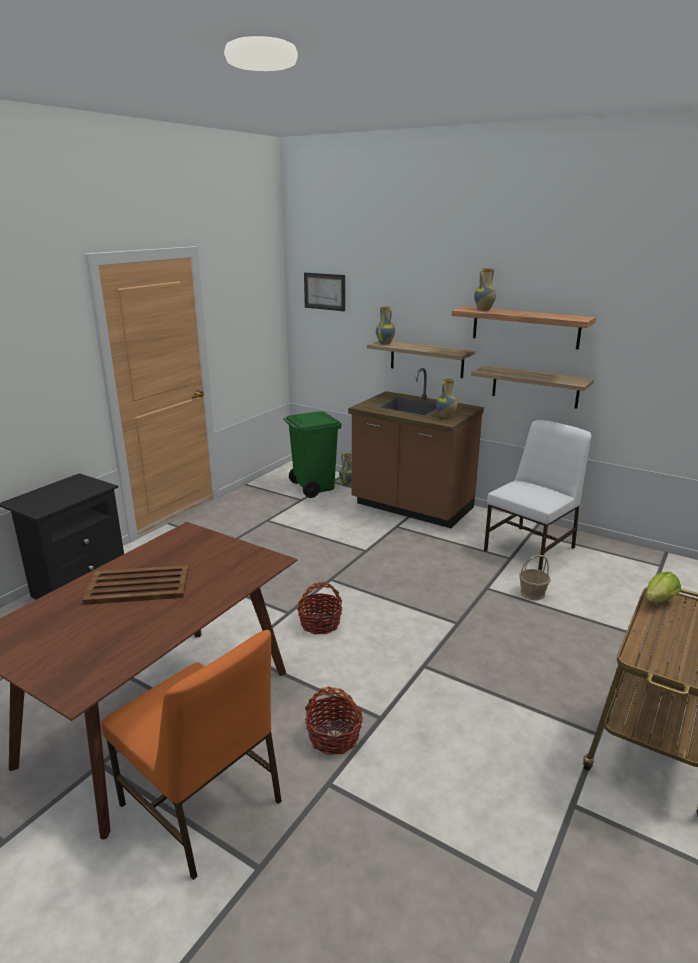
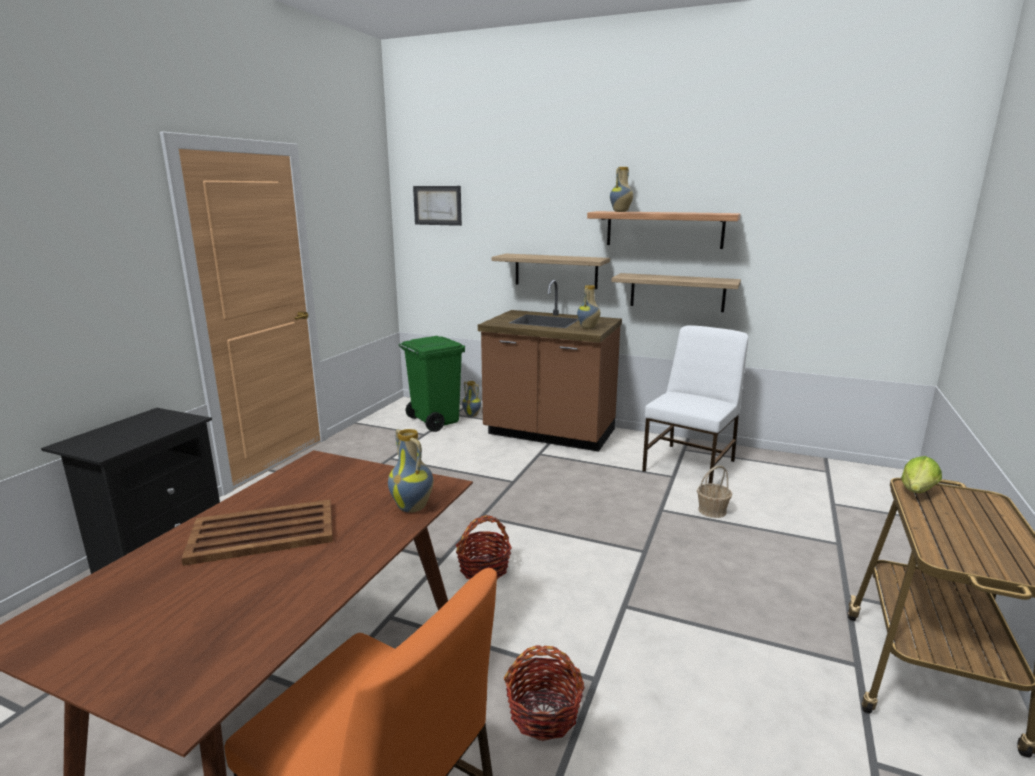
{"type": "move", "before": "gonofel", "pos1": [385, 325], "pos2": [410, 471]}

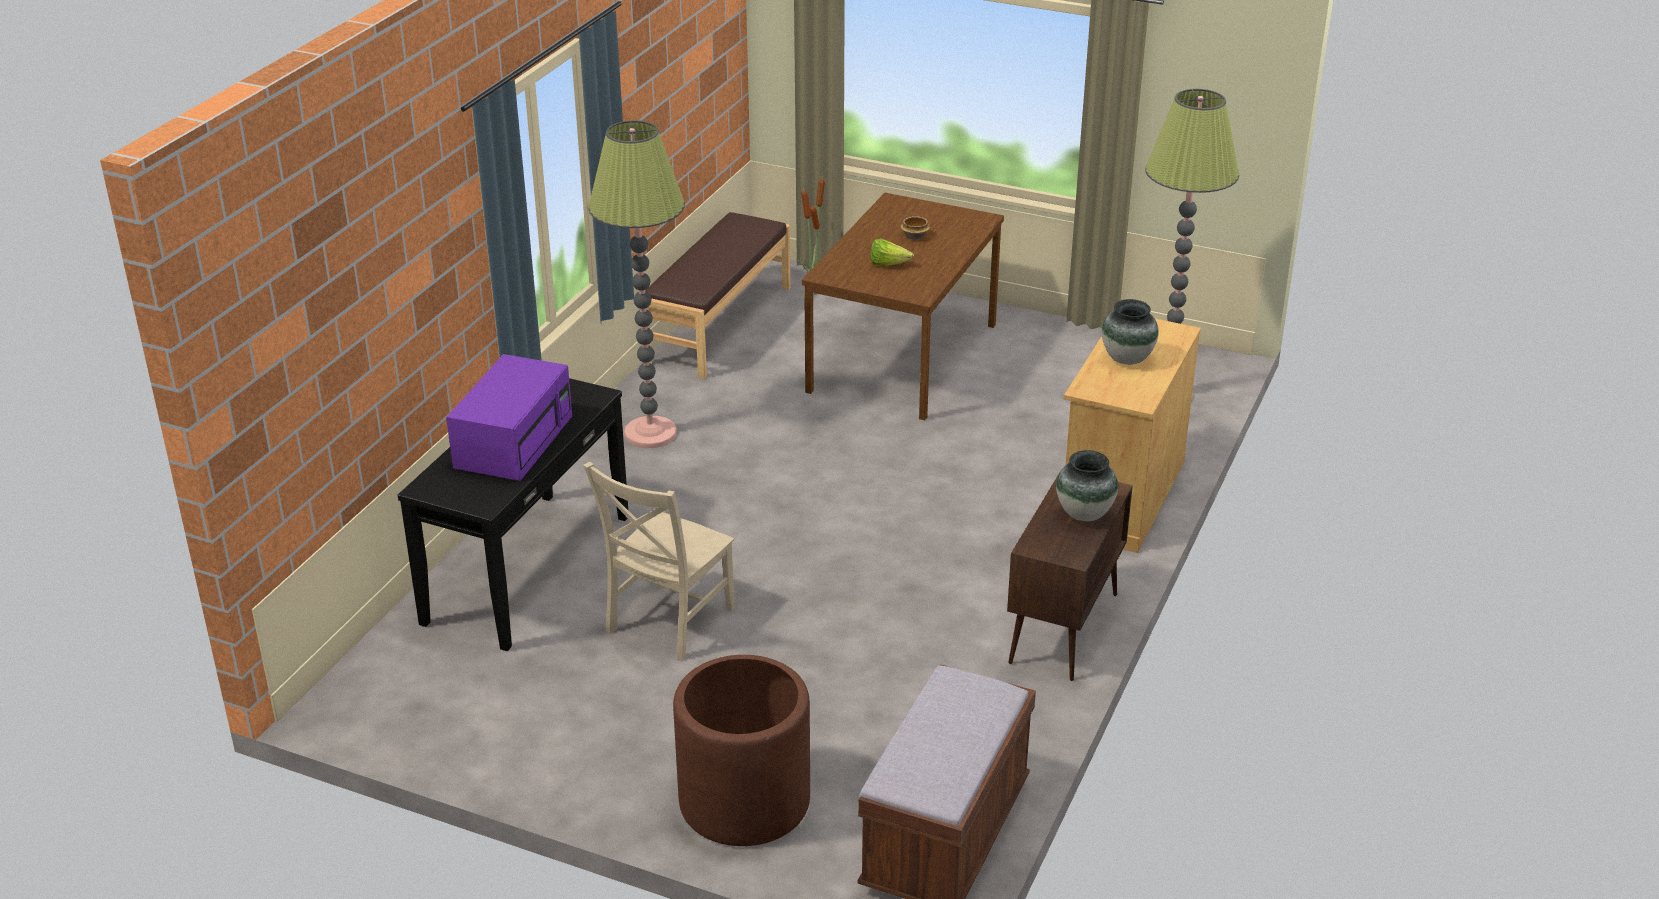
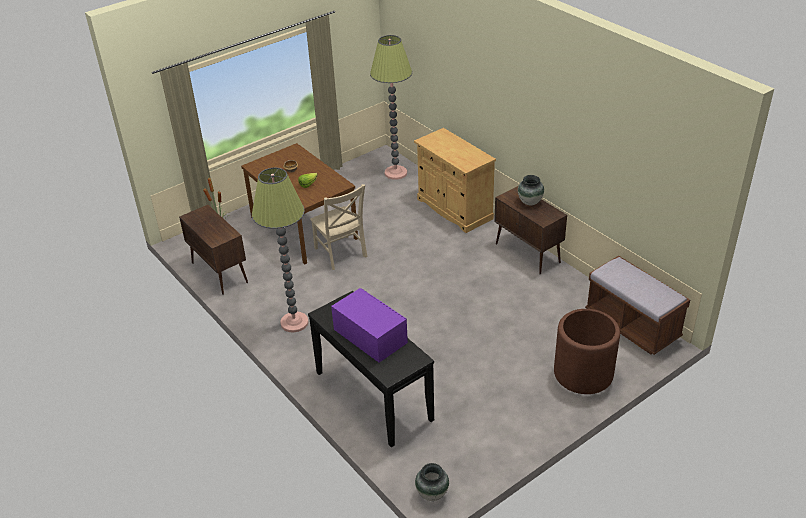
{"type": "move", "before": "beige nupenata", "pos1": [659, 561], "pos2": [338, 227]}
{"type": "move", "before": "gonofel", "pos1": [1130, 332], "pos2": [432, 482]}
{"type": "replace", "before": "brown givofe", "after": "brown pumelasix", "pos1": [717, 295], "pos2": [213, 250]}

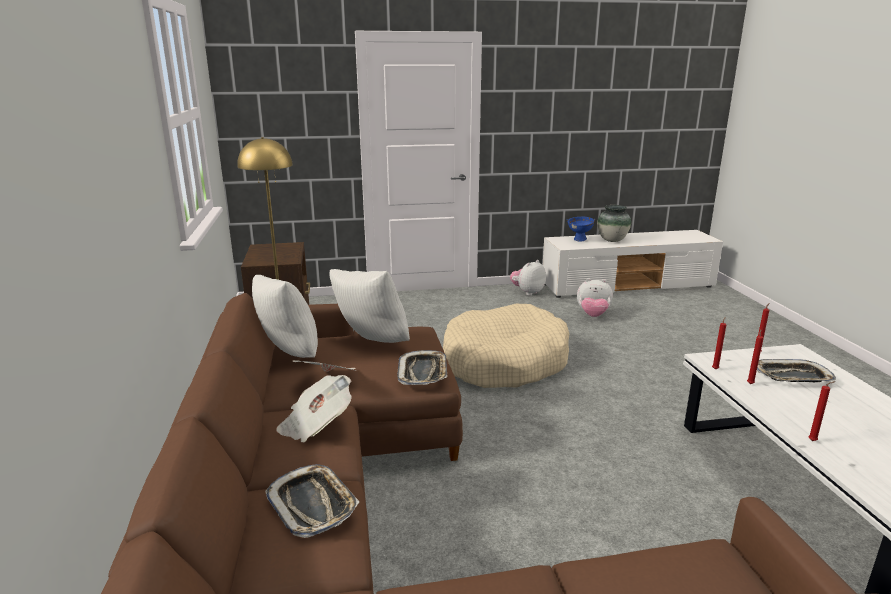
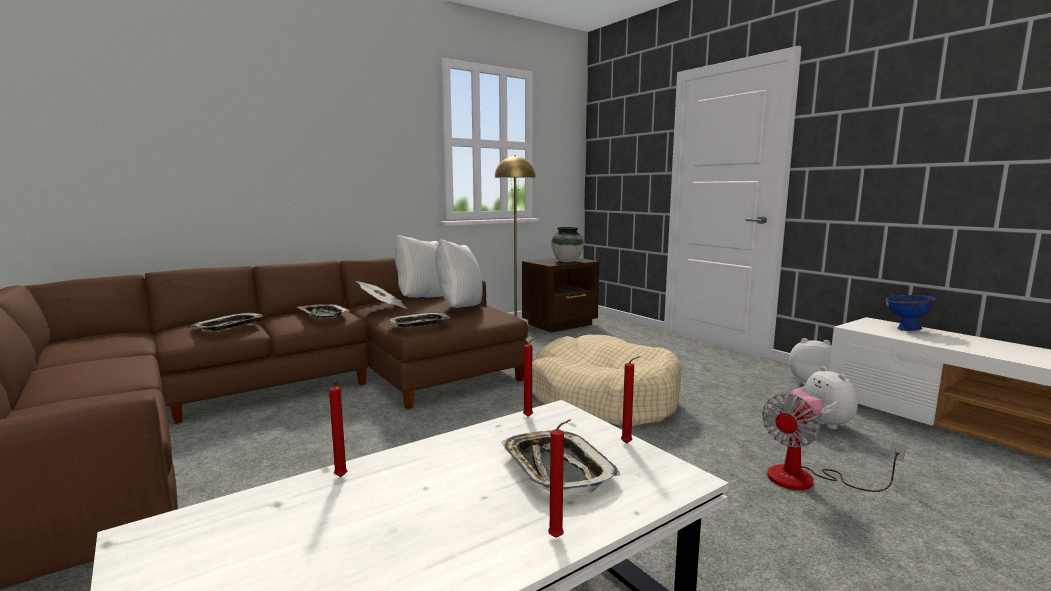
{"type": "insert", "after": "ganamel", "pos2": [834, 443]}
{"type": "move", "before": "gonofel", "pos1": [614, 223], "pos2": [567, 245]}
{"type": "move", "before": "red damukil", "pos1": [755, 357], "pos2": [559, 478]}
{"type": "replace", "before": "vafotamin", "after": "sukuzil", "pos1": [314, 408], "pos2": [323, 311]}

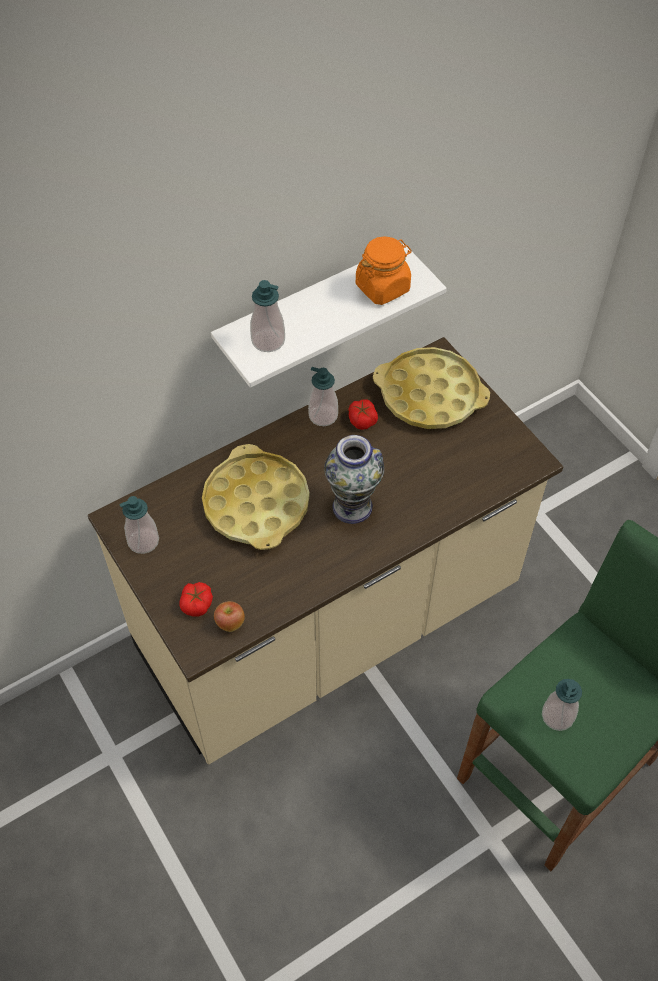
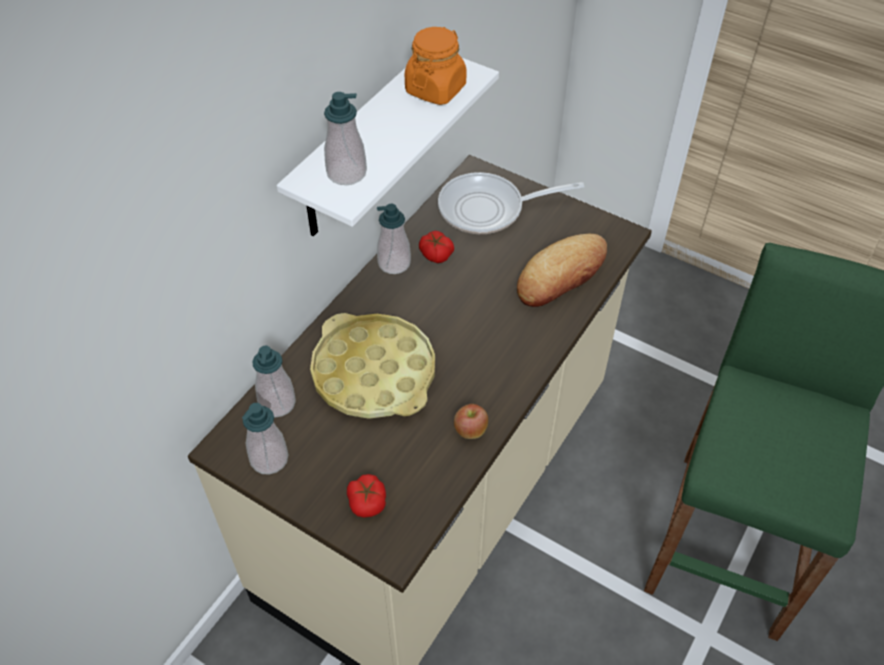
{"type": "delete", "before": "gonofel", "pos1": [354, 479]}
{"type": "insert", "after": "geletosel", "pos2": [562, 270]}
{"type": "move", "before": "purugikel", "pos1": [229, 616], "pos2": [471, 421]}
{"type": "move", "before": "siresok", "pos1": [562, 705], "pos2": [274, 381]}
{"type": "replace", "before": "yellow sukuzil", "after": "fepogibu", "pos1": [431, 388], "pos2": [511, 203]}

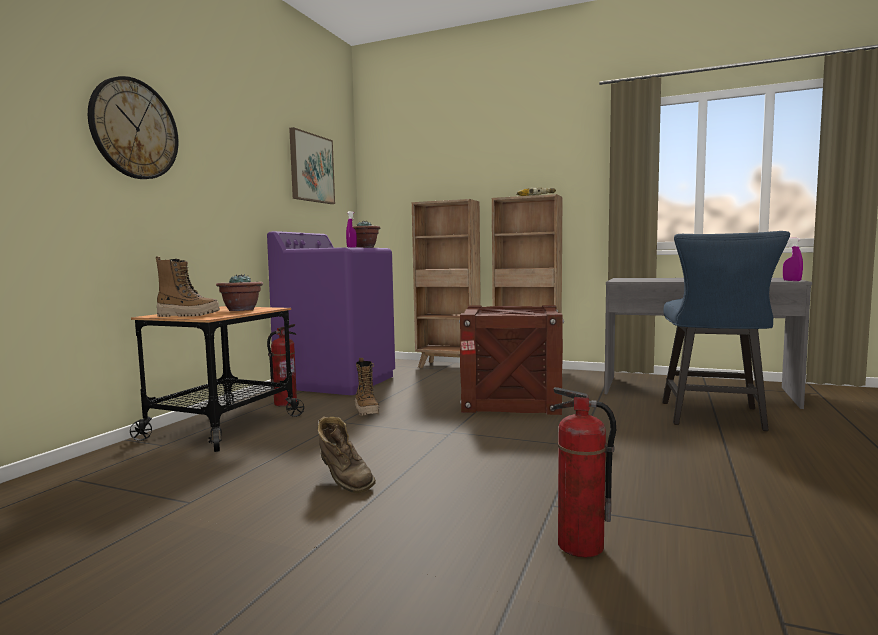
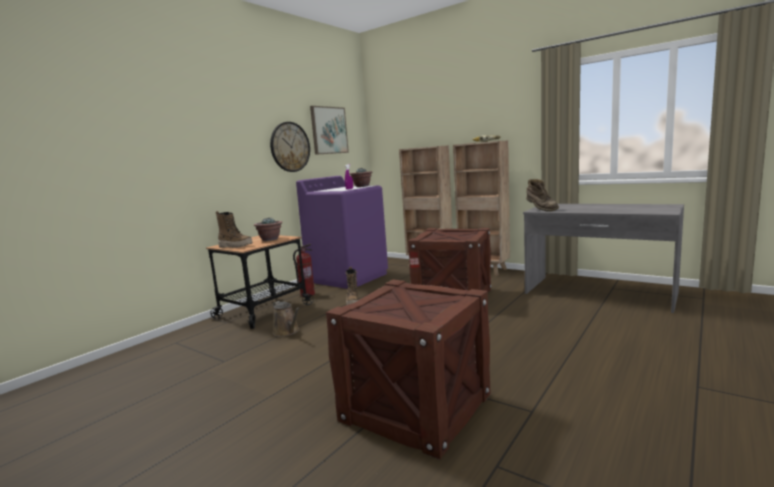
{"type": "delete", "before": "blue nupenata", "pos1": [726, 331]}
{"type": "delete", "before": "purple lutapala", "pos1": [793, 259]}
{"type": "insert", "after": "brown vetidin", "pos2": [286, 319]}
{"type": "move", "before": "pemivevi", "pos1": [133, 127], "pos2": [290, 147]}
{"type": "move", "before": "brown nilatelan", "pos1": [347, 454], "pos2": [542, 195]}
{"type": "replace", "before": "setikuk", "after": "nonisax", "pos1": [583, 472], "pos2": [408, 370]}

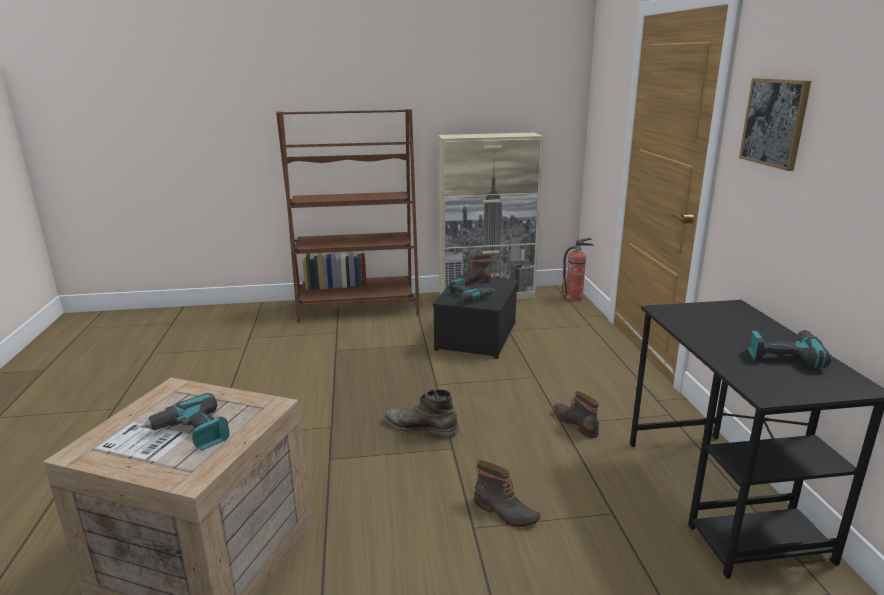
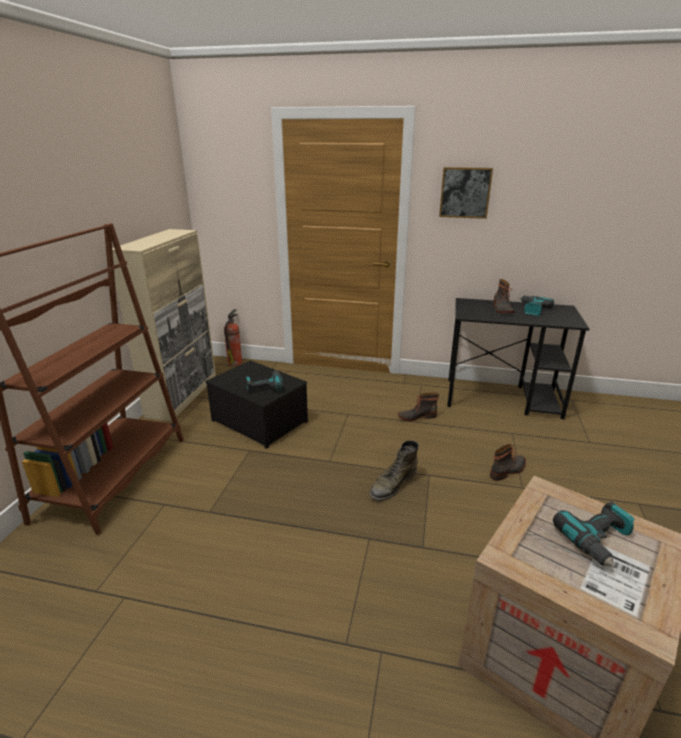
{"type": "move", "before": "nilatelan", "pos1": [471, 270], "pos2": [504, 296]}

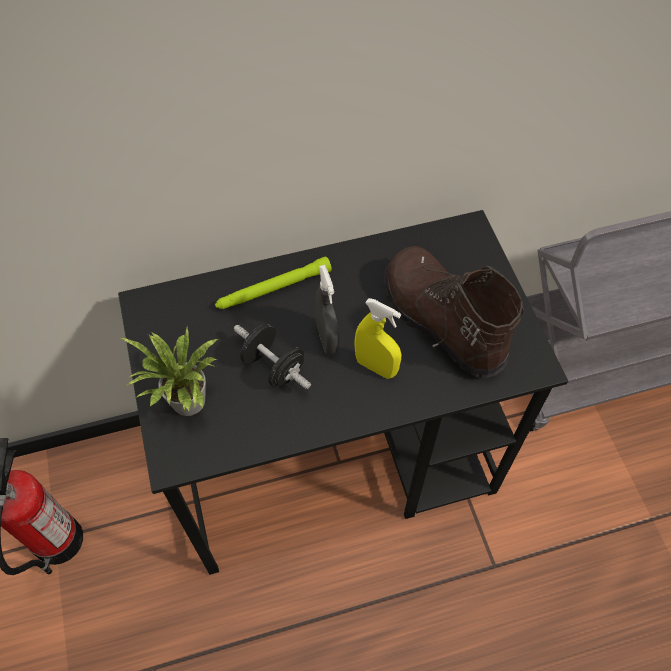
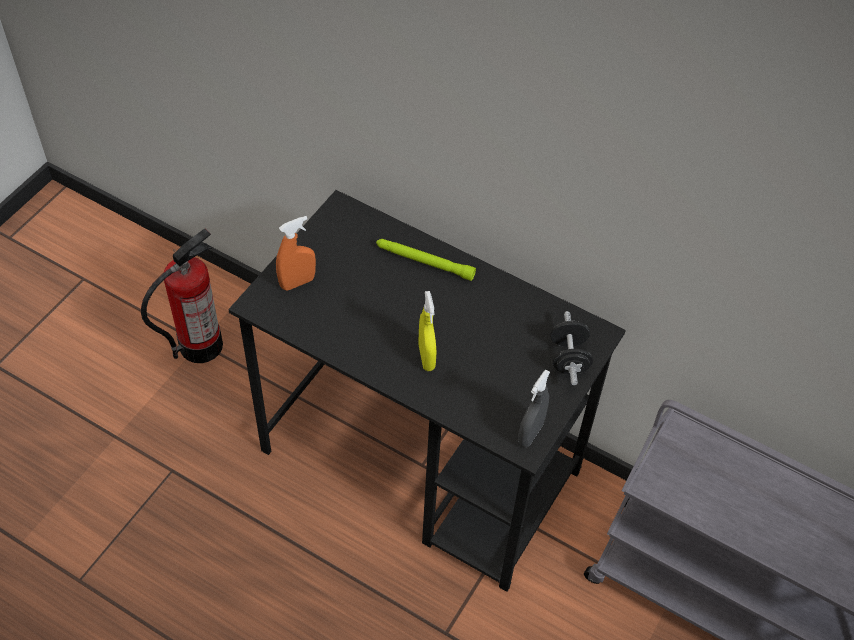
{"type": "delete", "before": "brown nilatelan", "pos1": [454, 312]}
{"type": "move", "before": "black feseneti", "pos1": [272, 356], "pos2": [571, 348]}
{"type": "move", "before": "grey lutapala", "pos1": [327, 310], "pos2": [534, 408]}
{"type": "replace", "before": "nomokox", "after": "orange lutapala", "pos1": [168, 371], "pos2": [296, 253]}

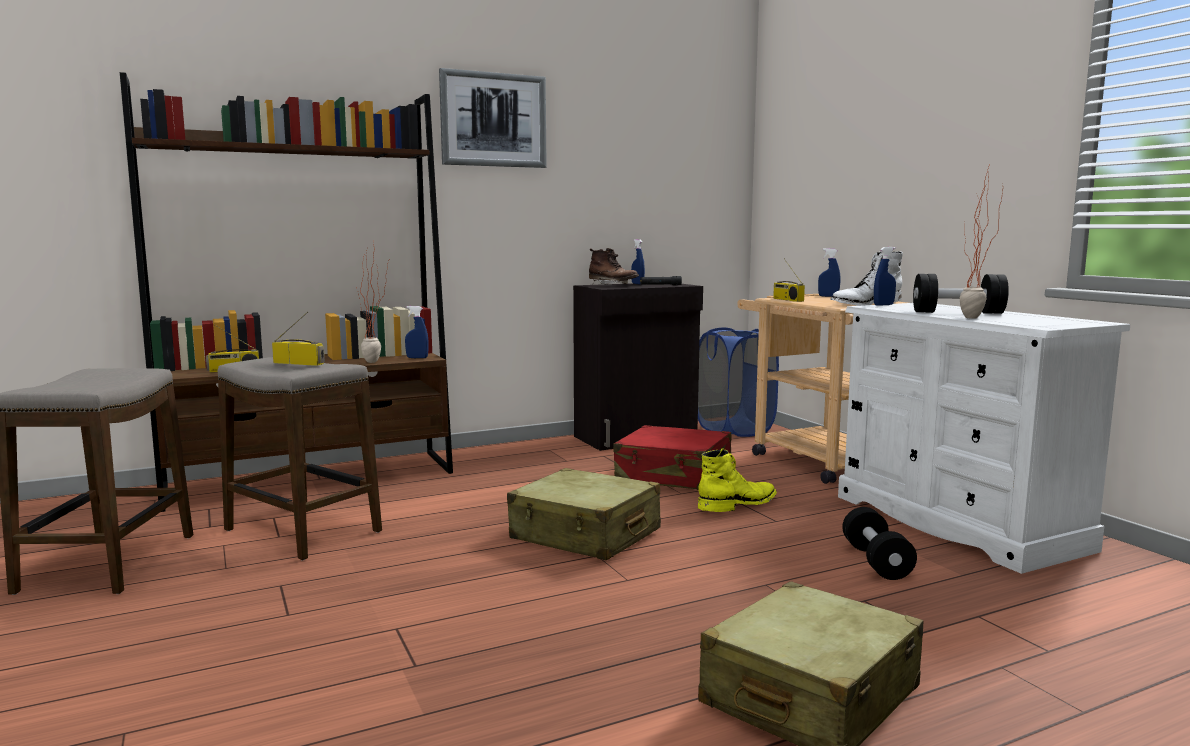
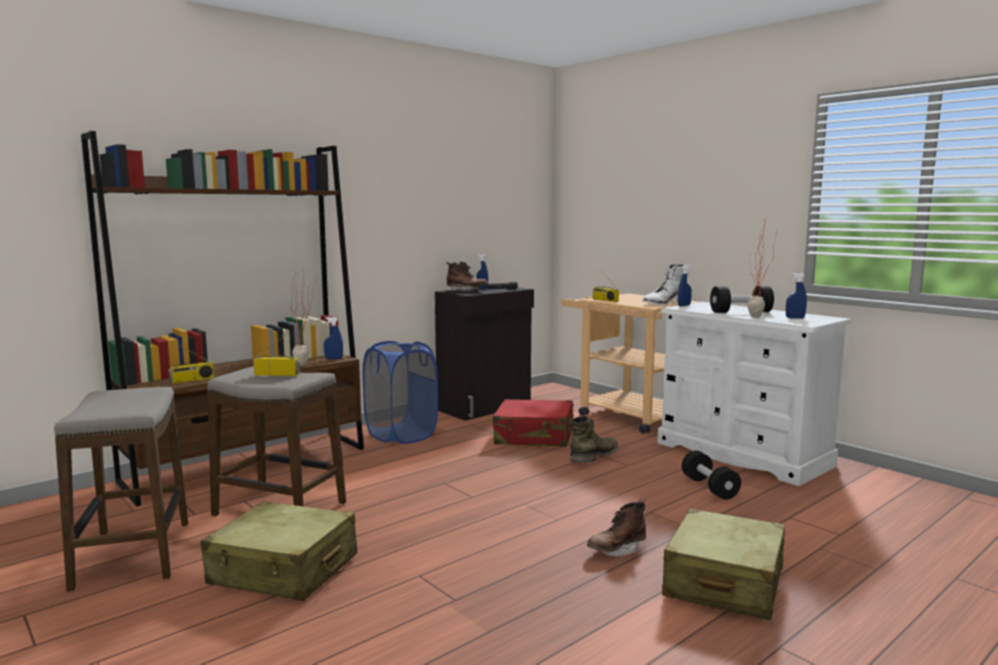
{"type": "delete", "before": "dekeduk", "pos1": [493, 118]}
{"type": "insert", "after": "brown nilatelan", "pos2": [616, 528]}
{"type": "move", "before": "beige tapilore", "pos1": [584, 514], "pos2": [279, 551]}
{"type": "move", "before": "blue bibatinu", "pos1": [738, 382], "pos2": [400, 392]}
{"type": "move", "before": "blue lutapala", "pos1": [829, 272], "pos2": [796, 296]}
{"type": "recolor", "before": "yellow nilatelan", "after": "green nilatelan", "pos1": [737, 480], "pos2": [594, 439]}

